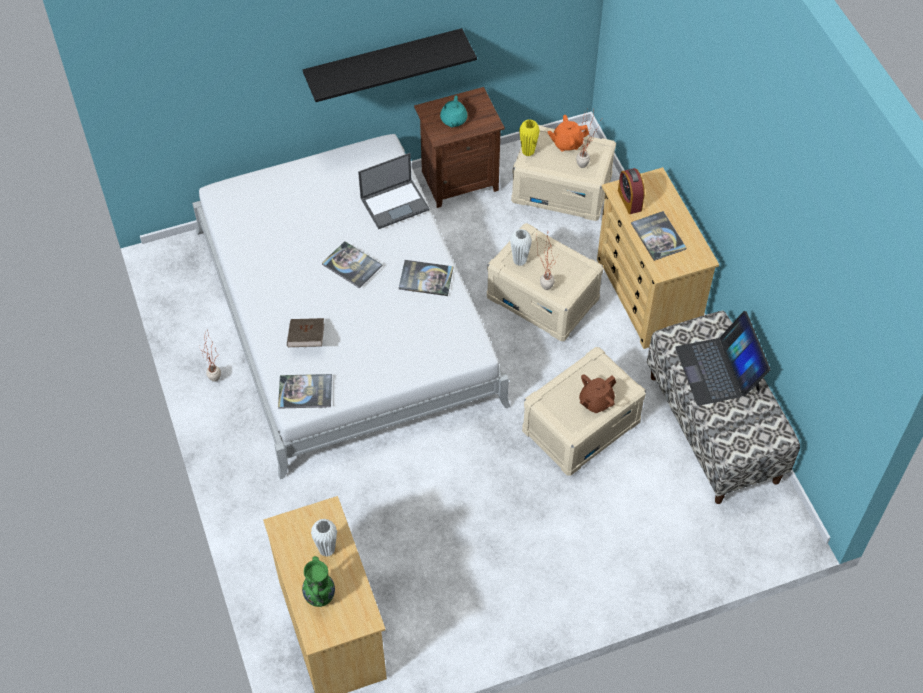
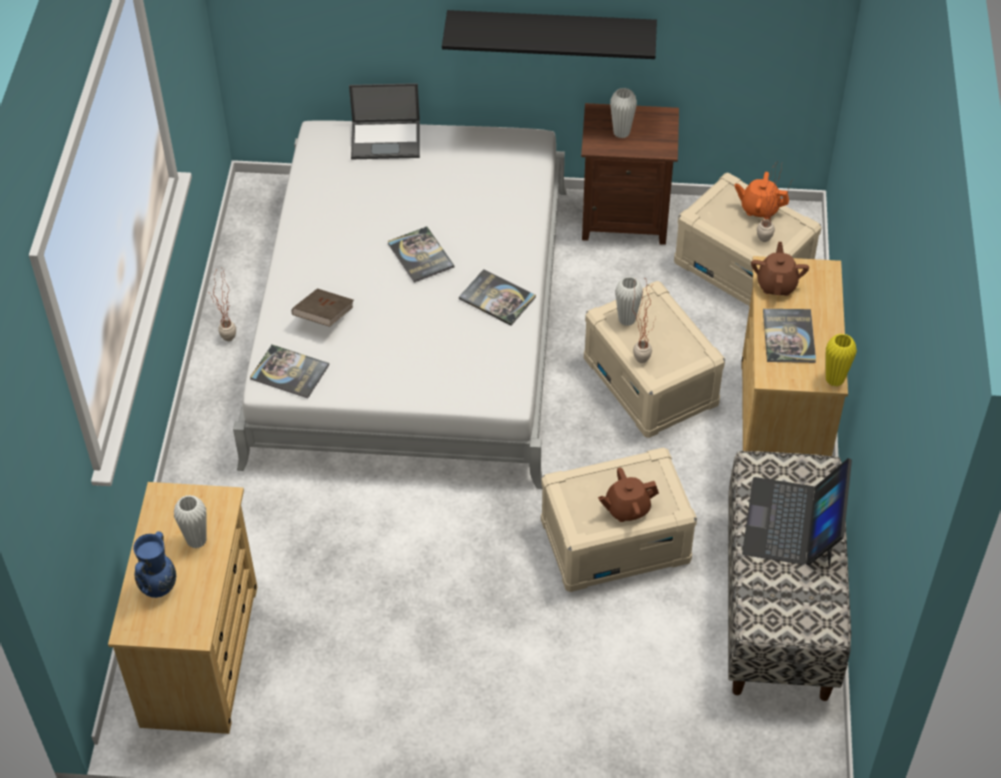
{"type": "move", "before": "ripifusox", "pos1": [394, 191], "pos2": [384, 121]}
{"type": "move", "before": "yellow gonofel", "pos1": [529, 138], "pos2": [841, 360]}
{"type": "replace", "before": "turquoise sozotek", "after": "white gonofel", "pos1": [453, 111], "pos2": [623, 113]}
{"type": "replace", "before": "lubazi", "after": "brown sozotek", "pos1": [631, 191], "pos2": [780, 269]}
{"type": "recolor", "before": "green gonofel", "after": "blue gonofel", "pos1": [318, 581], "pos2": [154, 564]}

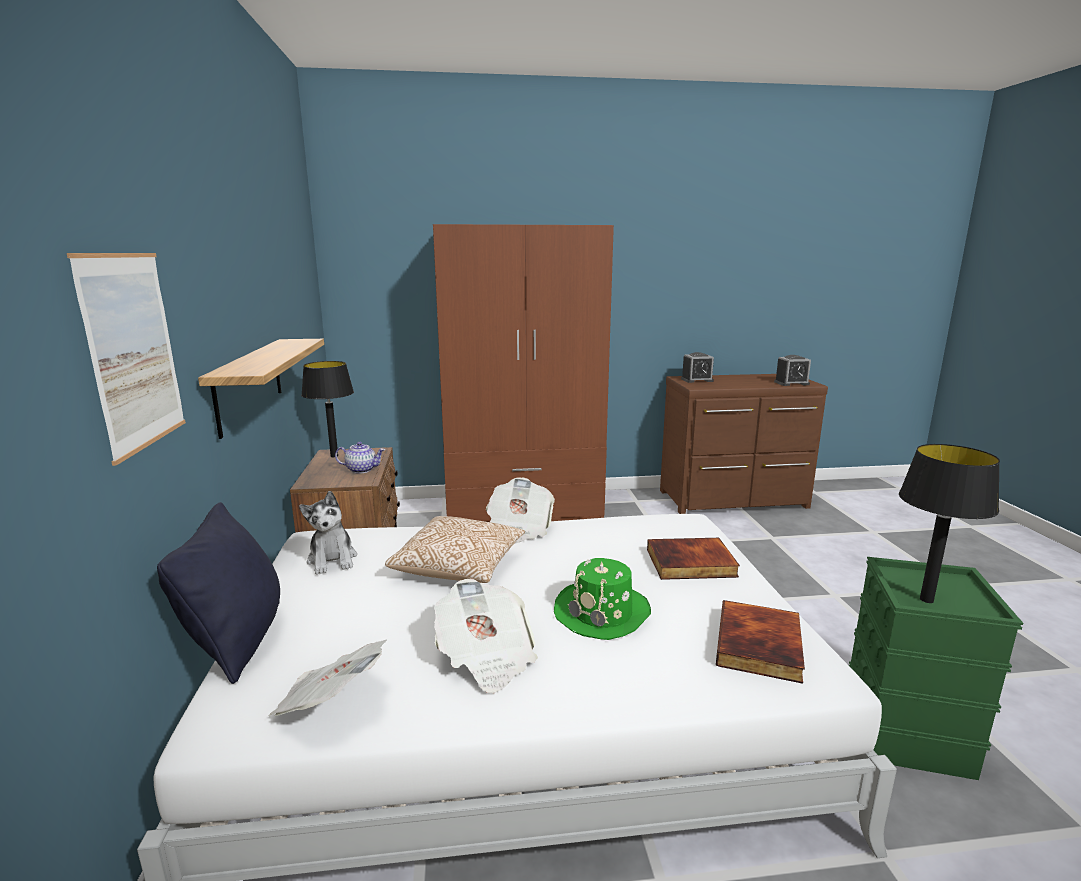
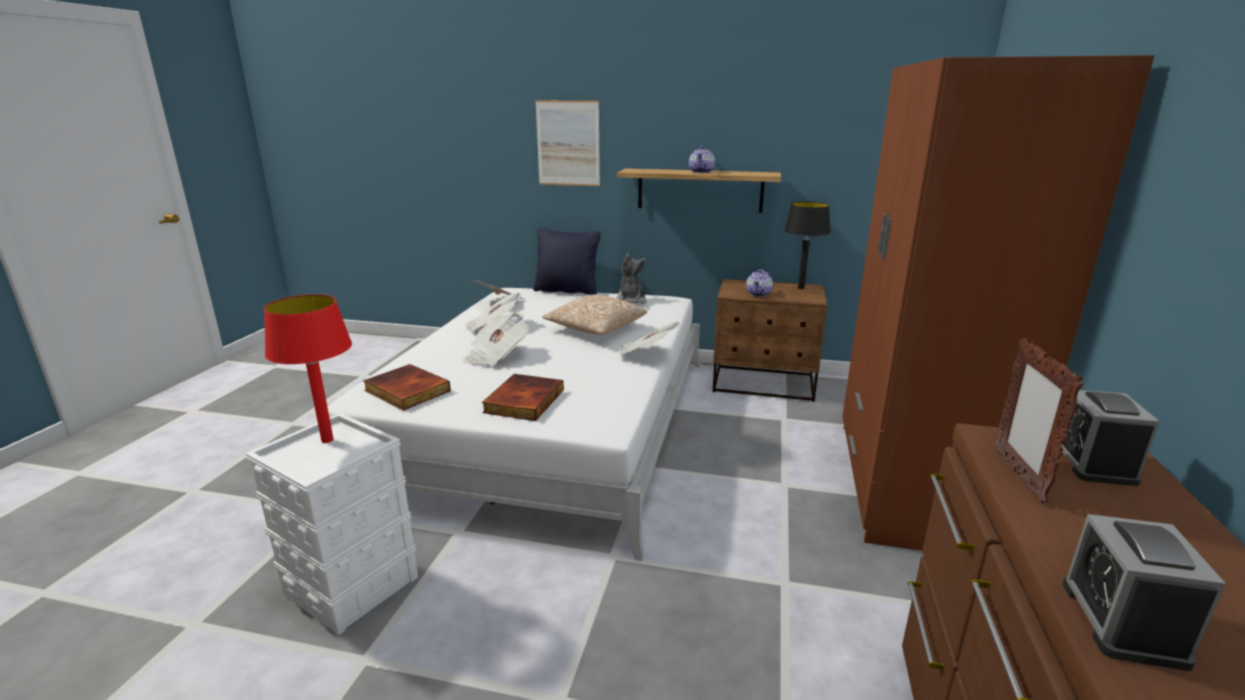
{"type": "insert", "after": "sozotek", "pos2": [702, 159]}
{"type": "insert", "after": "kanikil", "pos2": [1039, 420]}
{"type": "replace", "before": "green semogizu", "after": "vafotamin", "pos1": [602, 599], "pos2": [496, 339]}
{"type": "recolor", "before": "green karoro", "after": "white karoro", "pos1": [936, 668], "pos2": [331, 524]}
{"type": "recolor", "before": "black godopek", "after": "red godopek", "pos1": [949, 523], "pos2": [308, 368]}
{"type": "rotate", "before": "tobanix", "pos1": [328, 533], "pos2": [632, 278], "turn": 75}

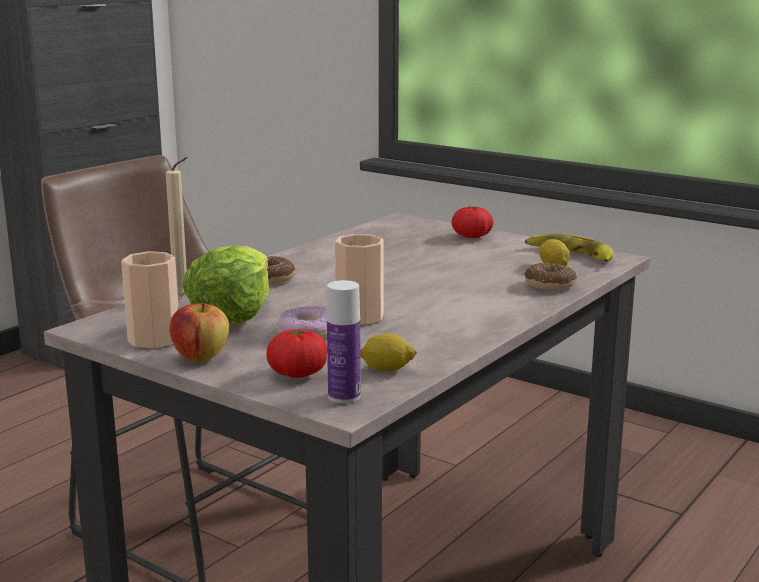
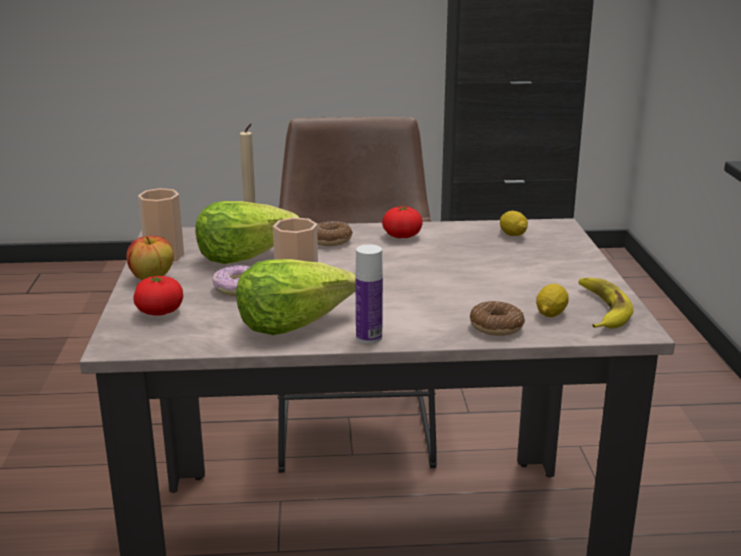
{"type": "insert", "after": "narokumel", "pos2": [296, 297]}
{"type": "move", "before": "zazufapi", "pos1": [344, 341], "pos2": [369, 294]}
{"type": "move", "before": "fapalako", "pos1": [388, 352], "pos2": [514, 223]}
{"type": "move", "before": "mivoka", "pos1": [472, 222], "pos2": [402, 222]}

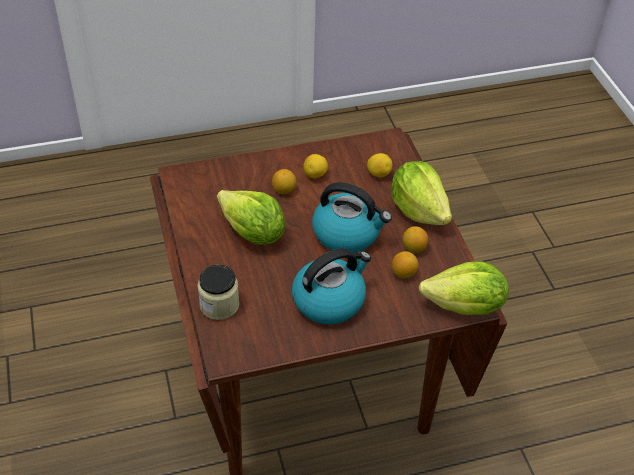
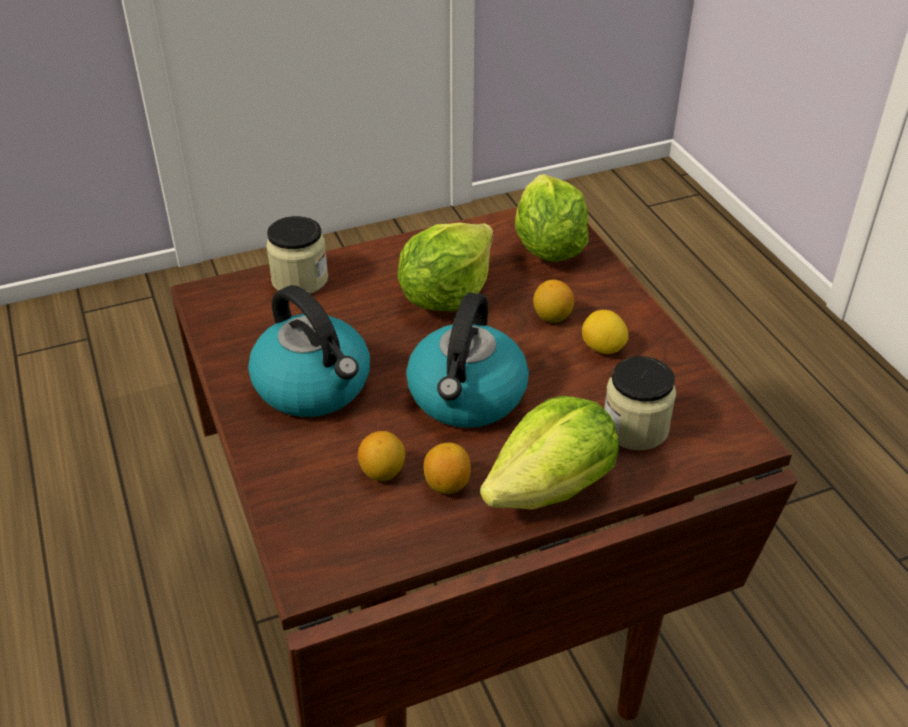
{"type": "move", "before": "narokumel", "pos1": [464, 288], "pos2": [552, 218]}
{"type": "replace", "before": "fapalako", "after": "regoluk", "pos1": [379, 165], "pos2": [640, 403]}

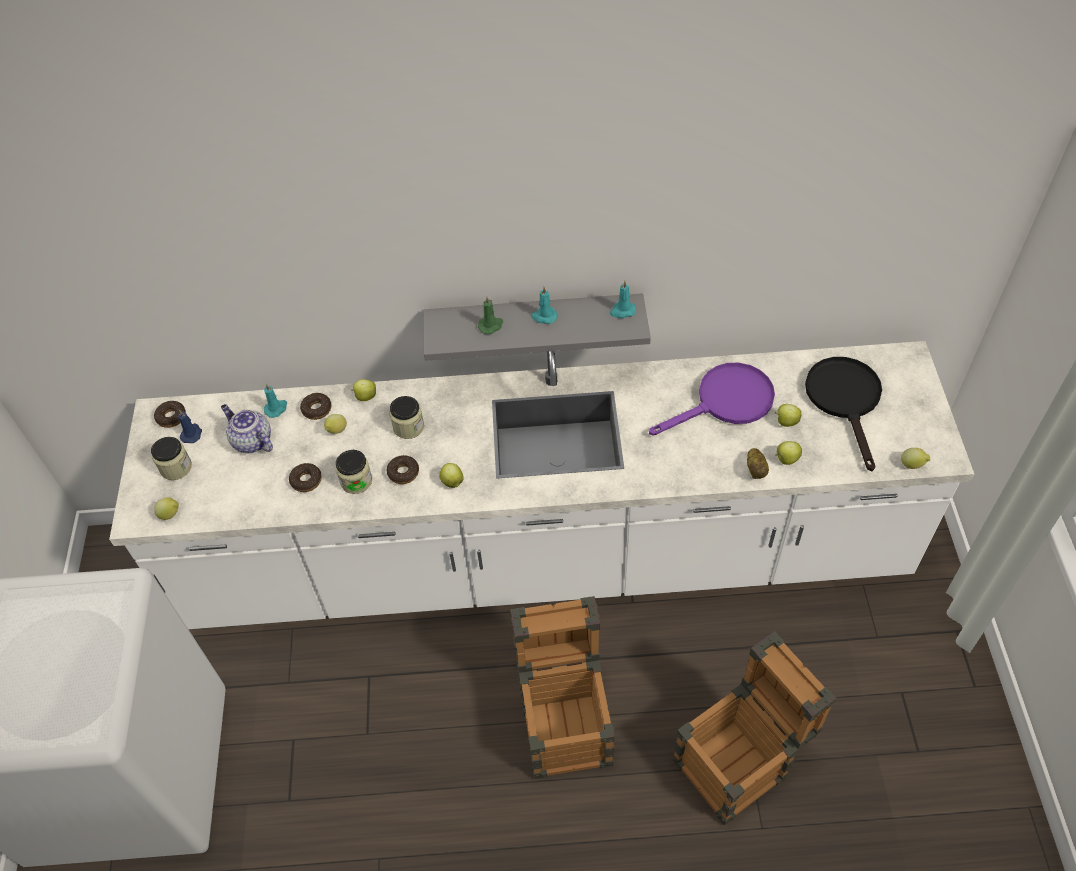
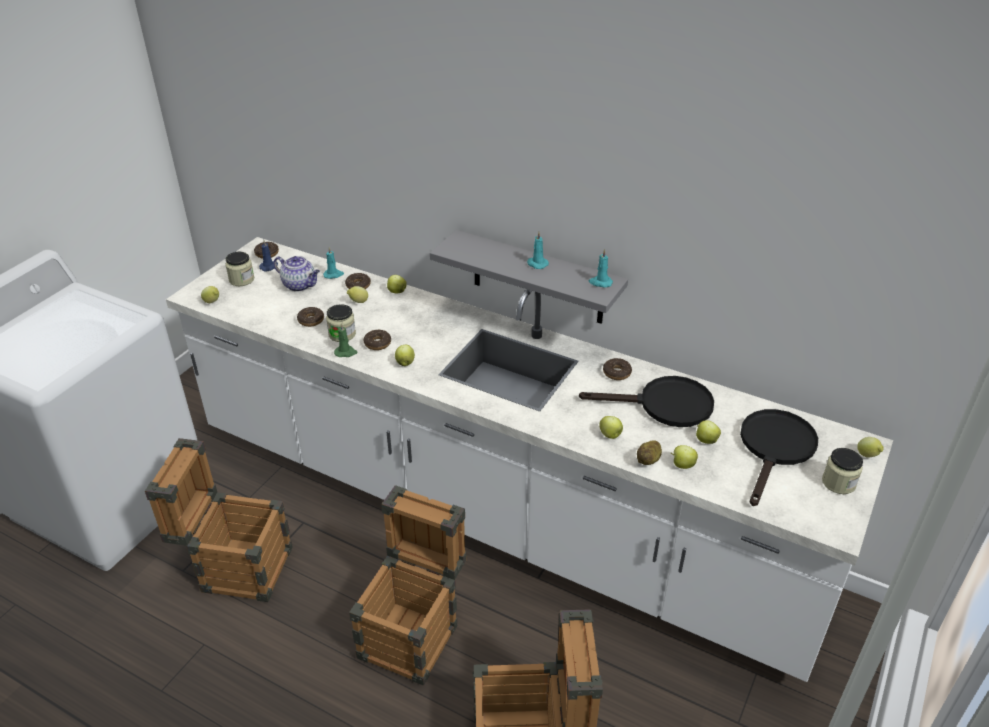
{"type": "insert", "after": "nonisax", "pos2": [219, 520]}
{"type": "insert", "after": "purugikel", "pos2": [611, 427]}
{"type": "insert", "after": "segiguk", "pos2": [617, 369]}
{"type": "move", "before": "regoluk", "pos1": [407, 417], "pos2": [842, 471]}
{"type": "move", "before": "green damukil", "pos1": [490, 315], "pos2": [346, 340]}
{"type": "move", "before": "fapalako", "pos1": [916, 458], "pos2": [870, 447]}
{"type": "recolor", "before": "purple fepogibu", "after": "black fepogibu", "pos1": [712, 399], "pos2": [646, 401]}
{"type": "rotate", "before": "sozotek", "pos1": [247, 428], "pos2": [296, 274], "turn": 135}

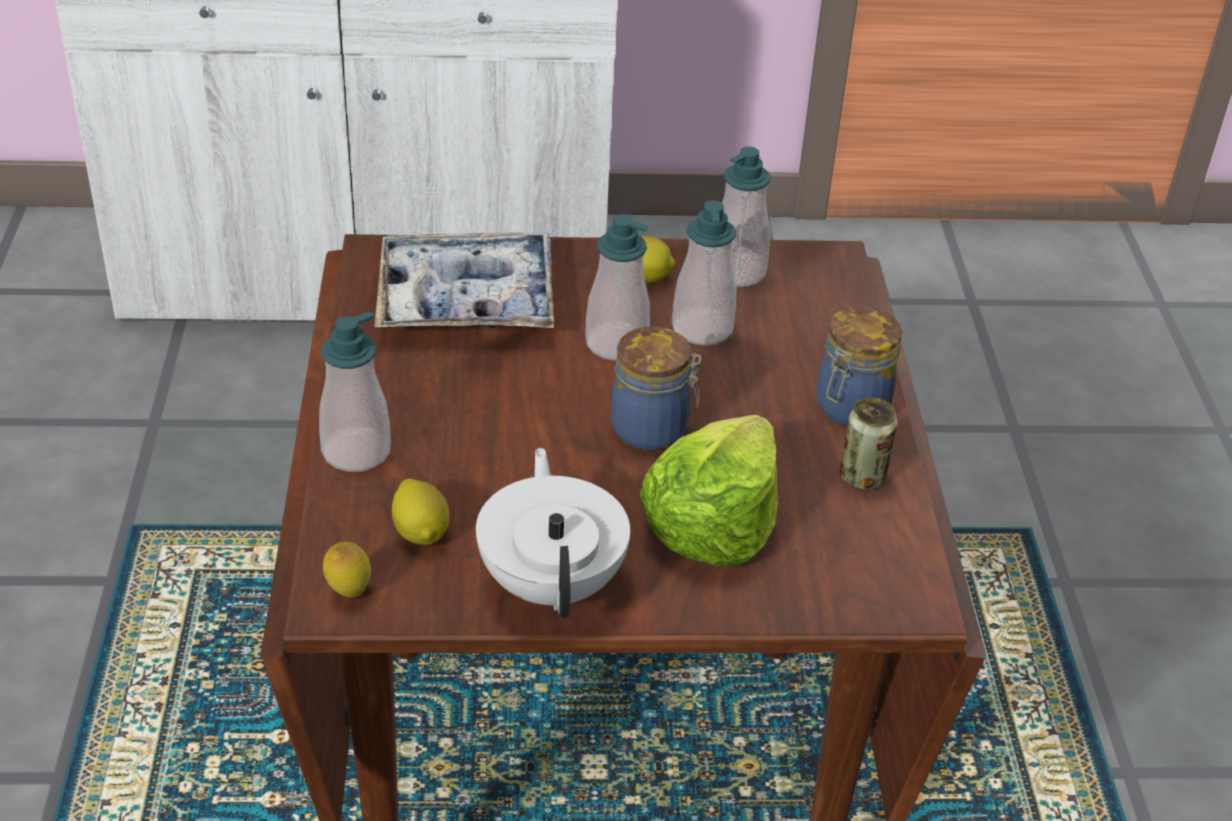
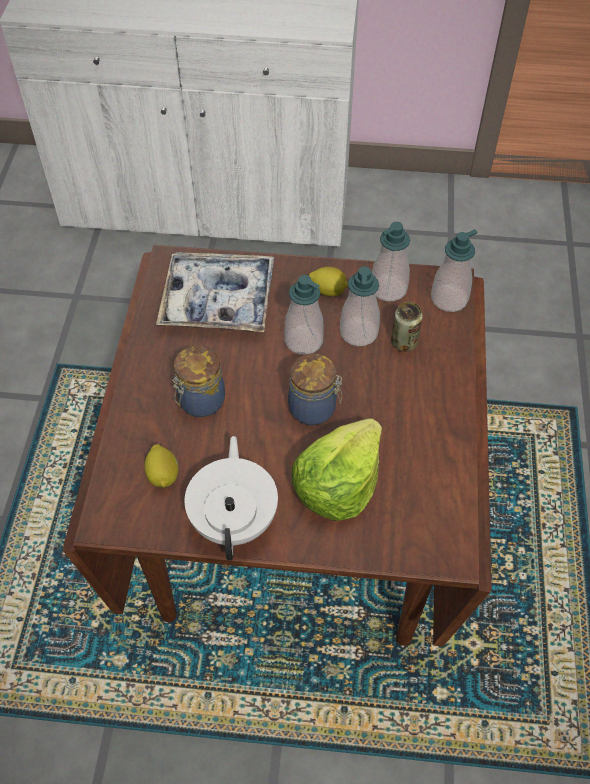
{"type": "delete", "before": "fapalako", "pos1": [347, 570]}
{"type": "move", "before": "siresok", "pos1": [355, 391], "pos2": [454, 270]}
{"type": "move", "before": "regoluk", "pos1": [859, 366], "pos2": [198, 381]}
{"type": "move", "before": "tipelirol", "pos1": [868, 444], "pos2": [407, 327]}

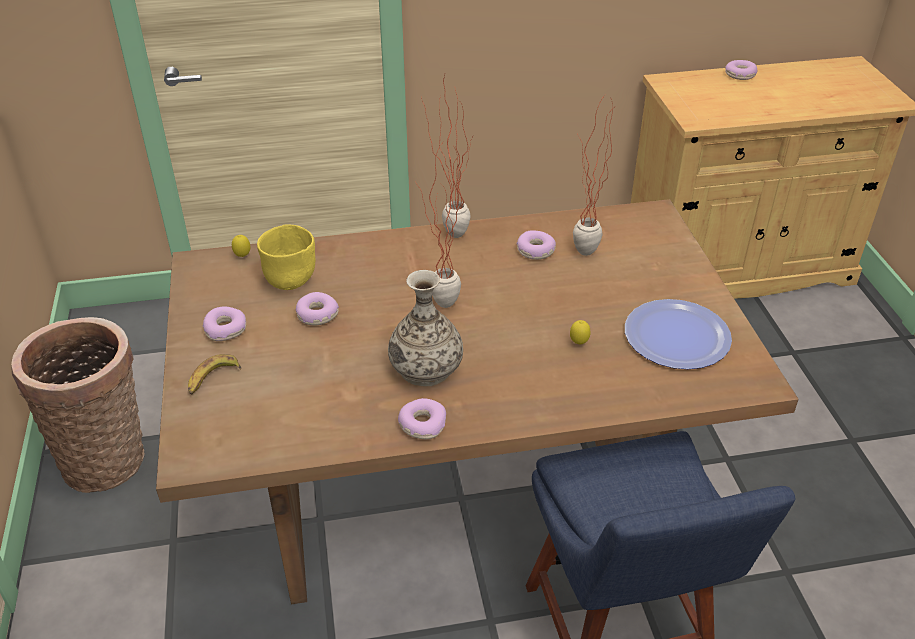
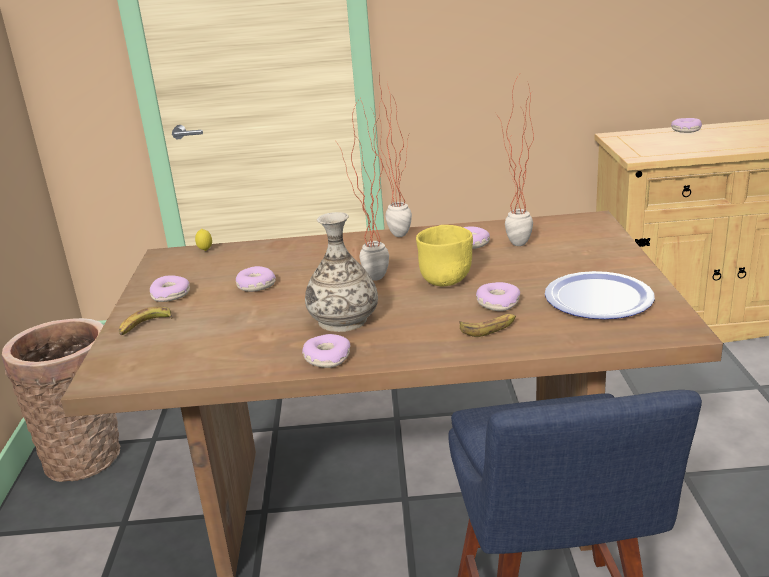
{"type": "insert", "after": "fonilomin", "pos2": [487, 325]}
{"type": "move", "before": "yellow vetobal", "pos1": [286, 257], "pos2": [444, 255]}
{"type": "replace", "before": "fapalako", "after": "segiguk", "pos1": [580, 332], "pos2": [498, 296]}

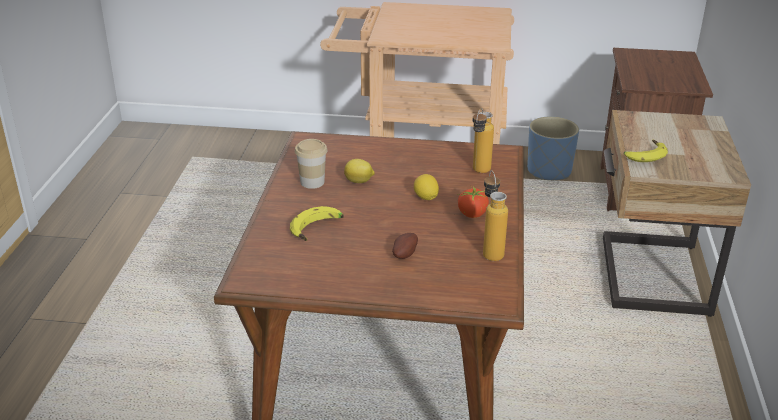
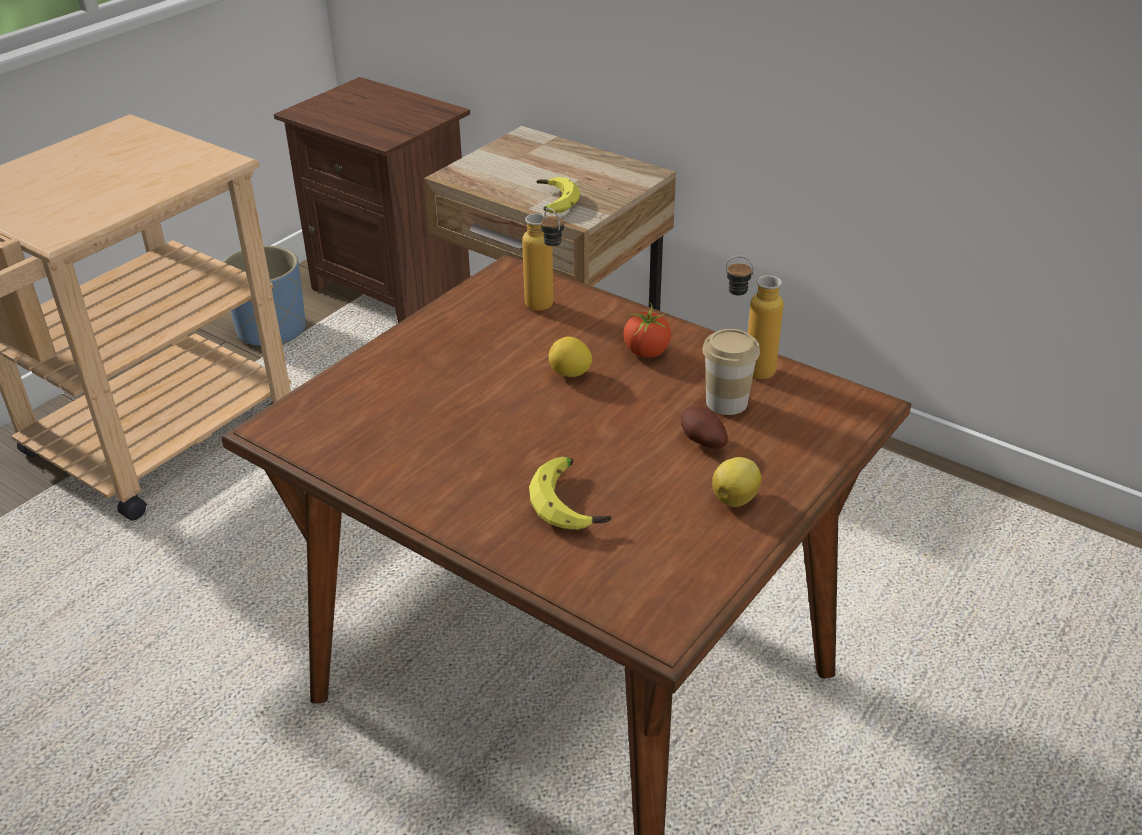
{"type": "move", "before": "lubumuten", "pos1": [311, 164], "pos2": [731, 372]}
{"type": "move", "before": "fapalako", "pos1": [359, 171], "pos2": [736, 482]}

